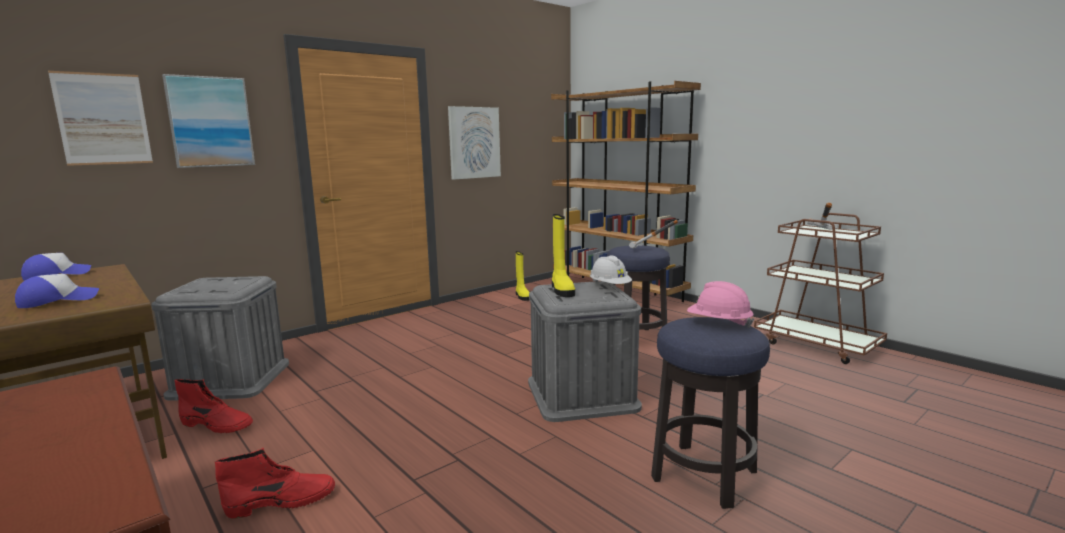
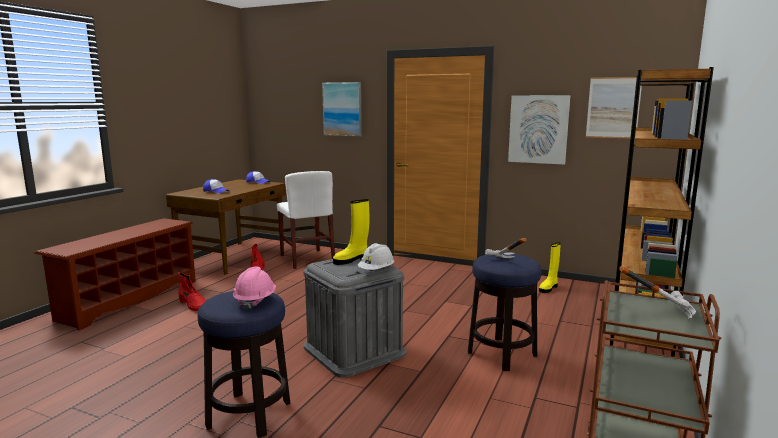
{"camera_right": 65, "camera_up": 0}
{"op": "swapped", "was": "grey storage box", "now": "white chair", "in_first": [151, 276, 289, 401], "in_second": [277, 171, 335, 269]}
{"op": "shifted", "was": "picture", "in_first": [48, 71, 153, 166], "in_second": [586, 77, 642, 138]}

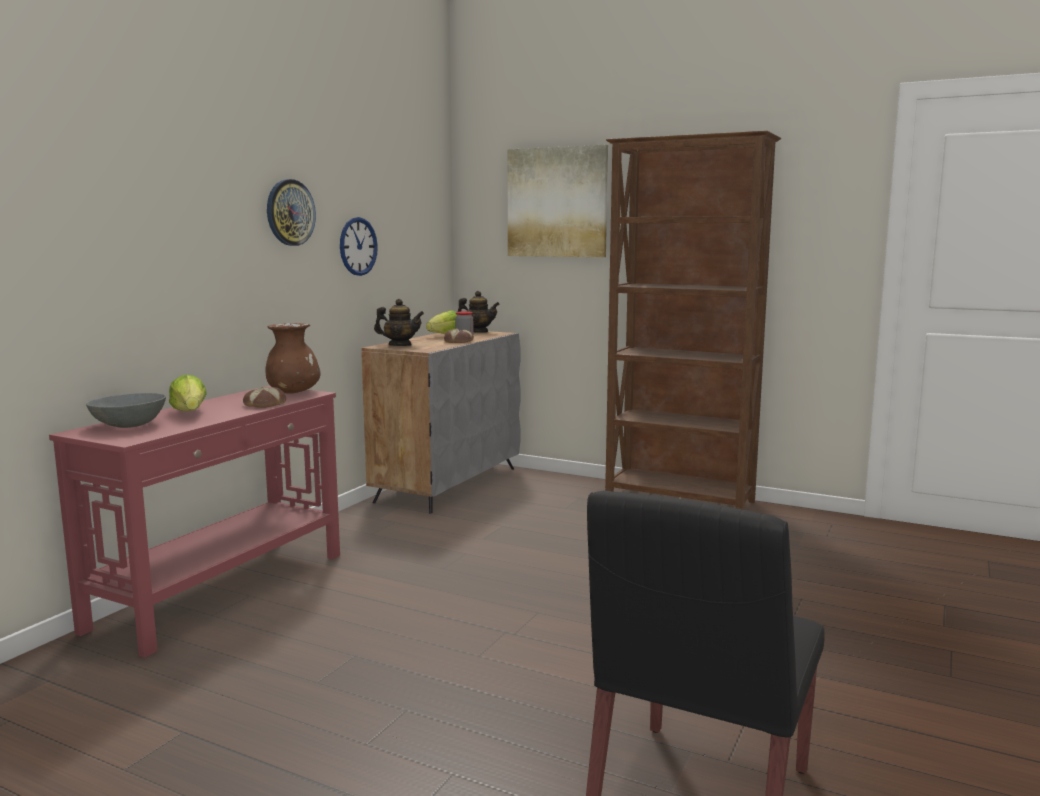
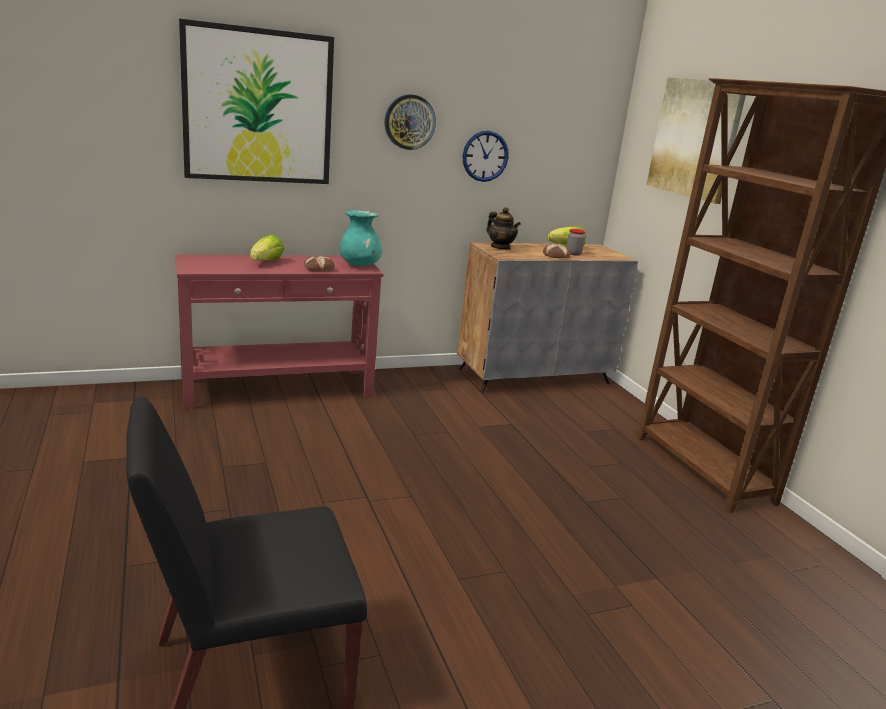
{"camera_right": 40, "camera_up": 10}
{"op": "new", "now": "picture", "in_second": [179, 19, 334, 184]}
{"op": "repainted", "was": "brown vase", "now": "turquoise vase", "in_first": [266, 323, 321, 394], "in_second": [339, 210, 382, 266]}
{"op": "gone", "was": "grey bowl", "in_first": [86, 393, 166, 428]}
{"op": "gone", "was": "teapot", "in_first": [458, 291, 500, 333]}

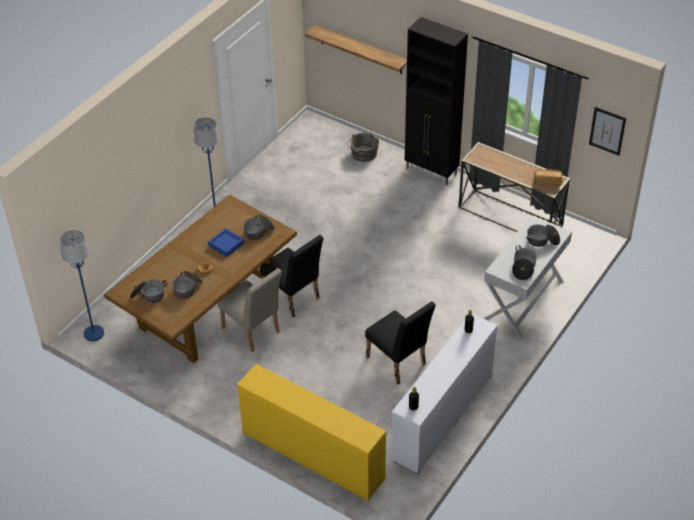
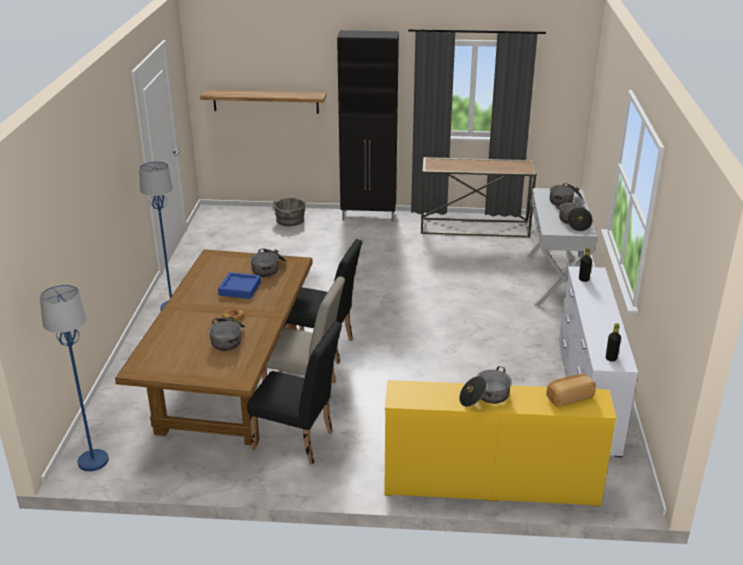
{"camera_right": -30, "camera_up": -15}
{"op": "shifted", "was": "black chair", "in_first": [365, 301, 436, 384], "in_second": [247, 321, 342, 464]}
{"op": "shifted", "was": "cooking pot", "in_first": [130, 280, 167, 303], "in_second": [459, 366, 512, 407]}
{"op": "shifted", "was": "bread", "in_first": [534, 169, 562, 186], "in_second": [547, 374, 596, 407]}
{"op": "gone", "was": "picture", "in_first": [589, 107, 626, 156]}

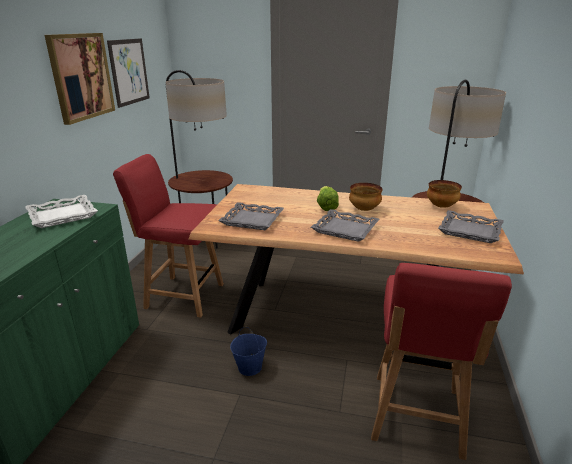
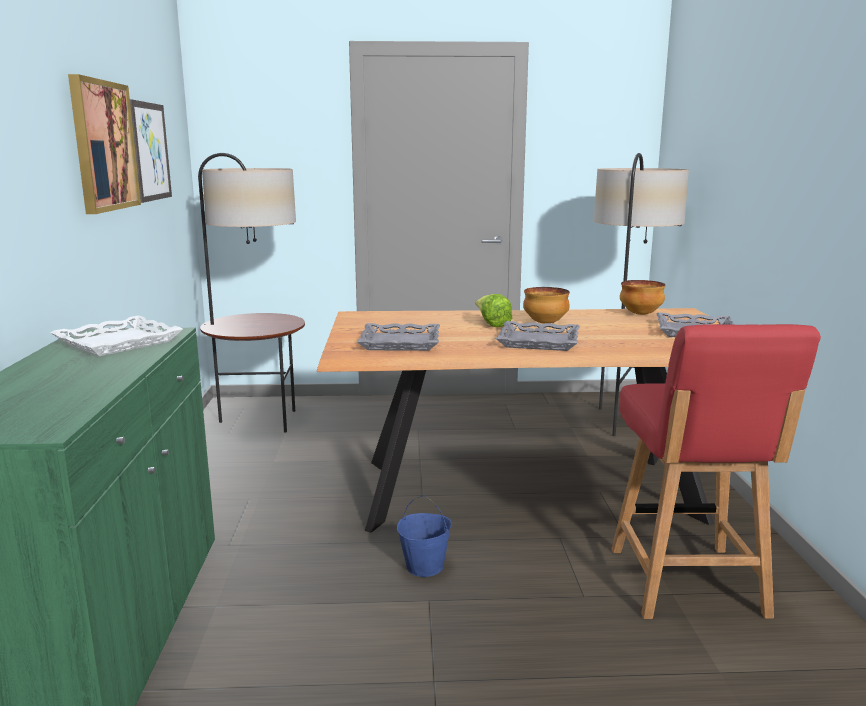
{"camera_right": -15, "camera_up": -10}
{"op": "gone", "was": "red chair", "in_first": [113, 154, 224, 318]}

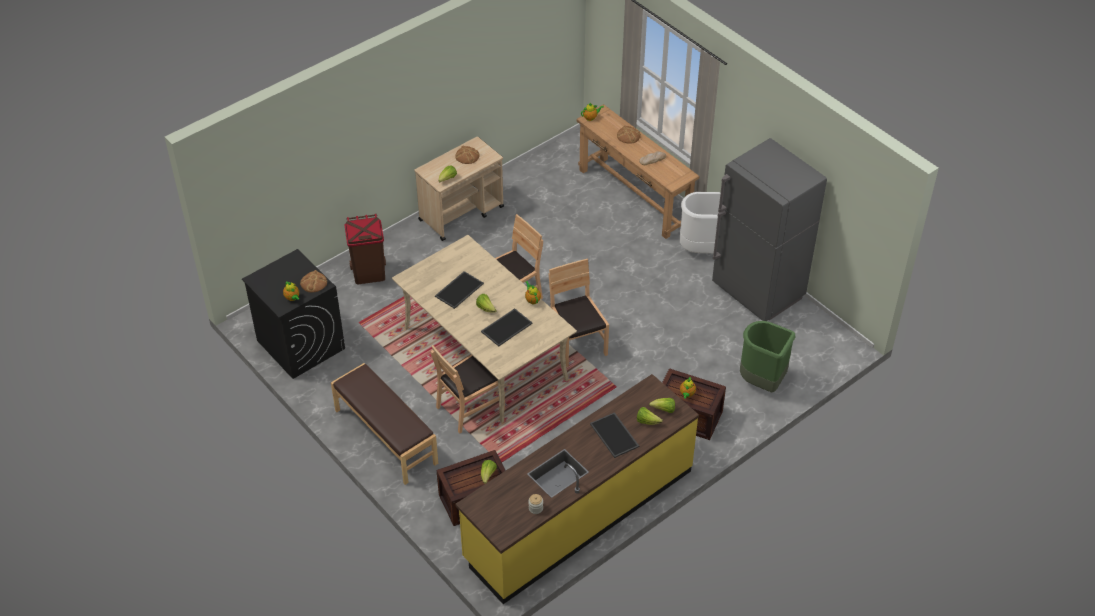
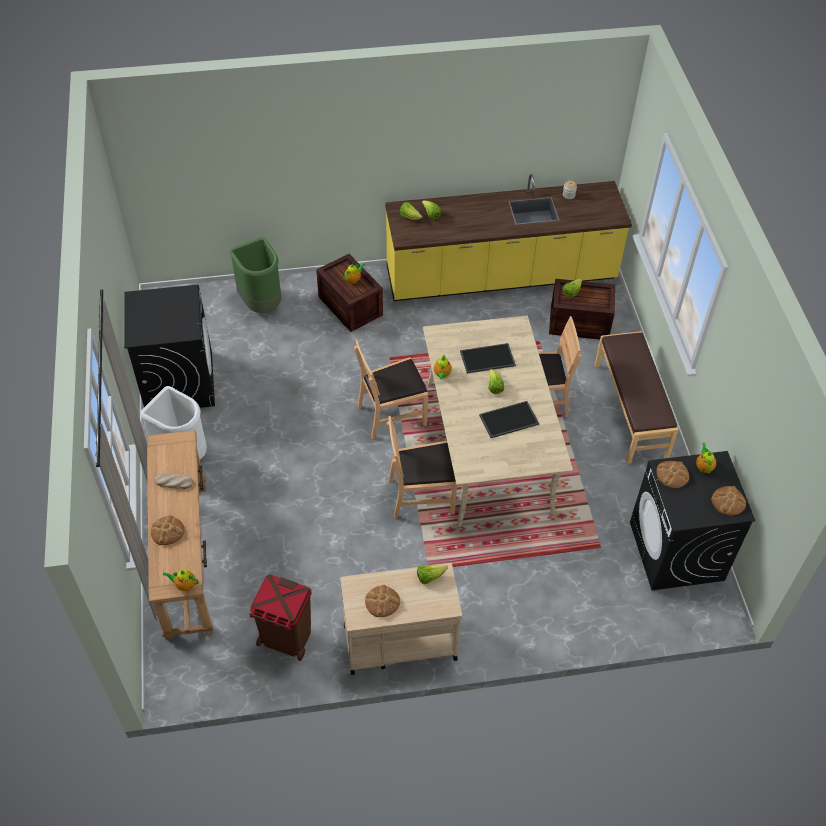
{"camera_right": -150, "camera_up": 5}
{"op": "swapped", "was": "grey fridge", "now": "black washing machine", "in_first": [712, 138, 827, 321], "in_second": [124, 285, 215, 408]}
{"op": "shifted", "was": "brown trash can", "in_first": [344, 214, 386, 284], "in_second": [249, 575, 312, 661]}
{"op": "rotated", "was": "brown chair", "in_first": [549, 259, 609, 367], "in_second": [354, 340, 428, 440], "clockwise": 60}
{"op": "new", "now": "bread", "in_second": [711, 486, 746, 515]}
{"op": "gone", "was": "tray", "in_first": [590, 412, 639, 458]}

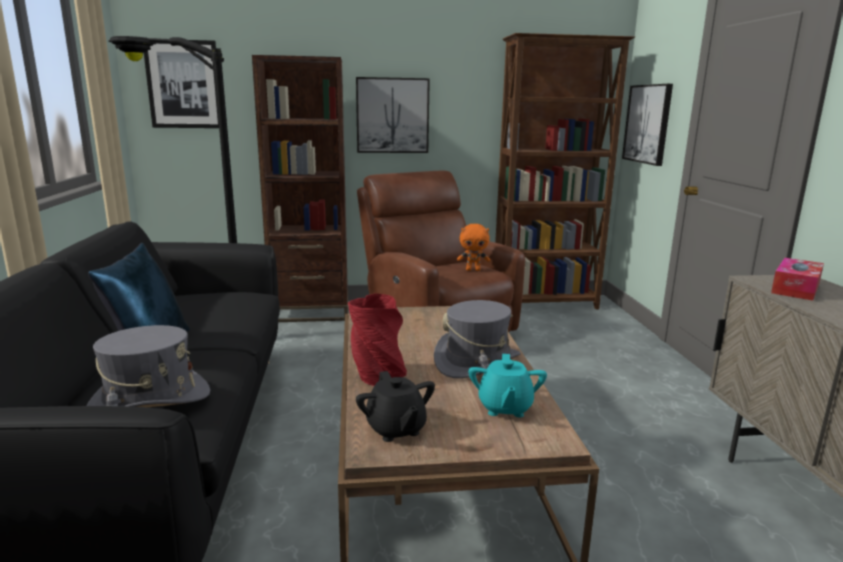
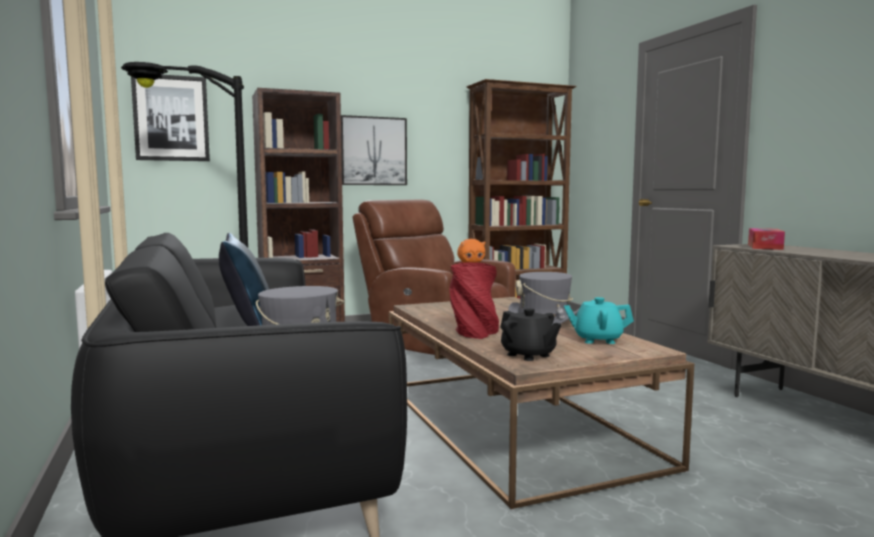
{"camera_right": -15, "camera_up": -10}
{"op": "rotated", "was": "turquoise teapot", "in_first": [468, 354, 547, 418], "in_second": [564, 297, 634, 344], "clockwise": 105}
{"op": "gone", "was": "picture", "in_first": [622, 84, 673, 166]}

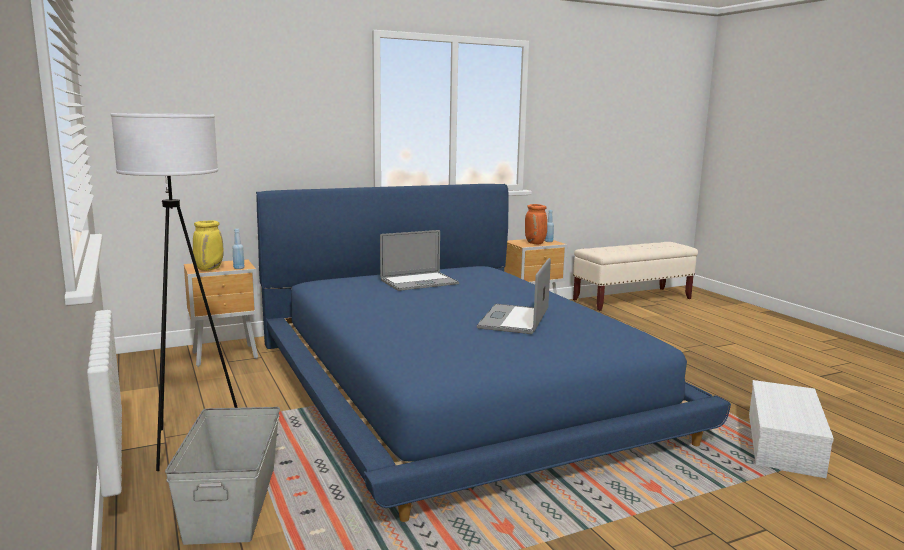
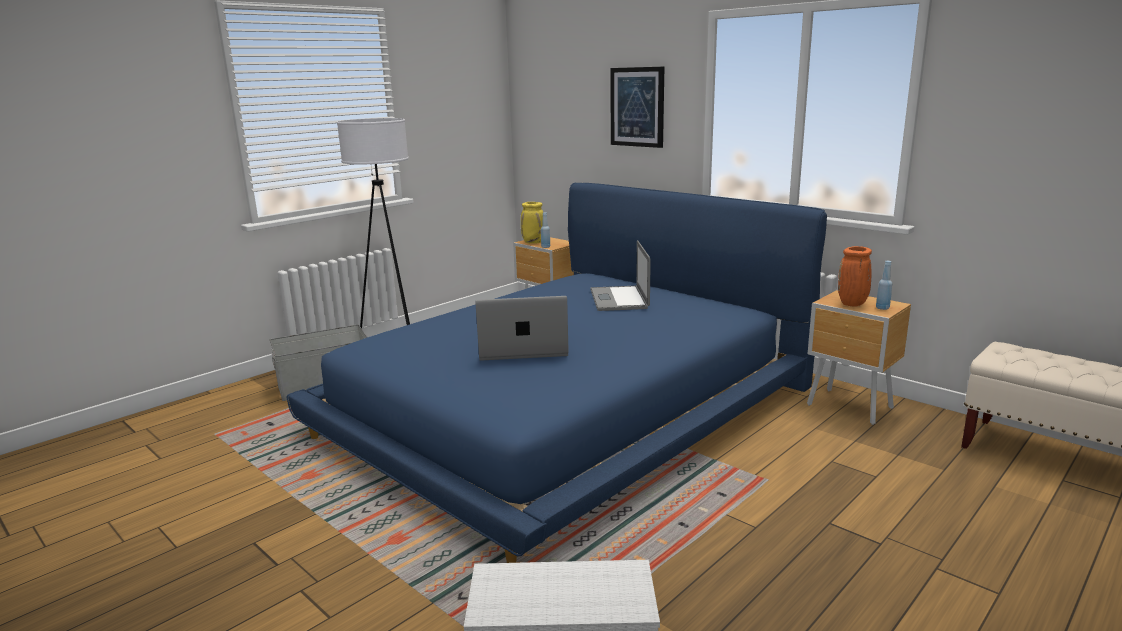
{"camera_right": 70, "camera_up": 5}
{"op": "rotated", "was": "laptop", "in_first": [380, 230, 459, 291], "in_second": [590, 240, 651, 311], "clockwise": 45}
{"op": "new", "now": "picture", "in_second": [610, 67, 664, 148]}

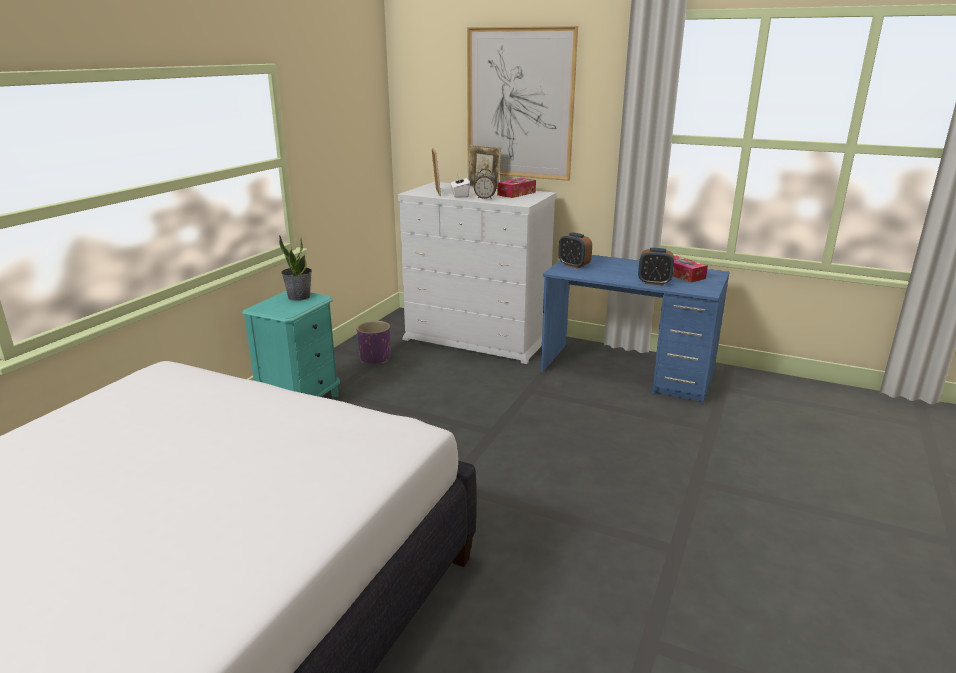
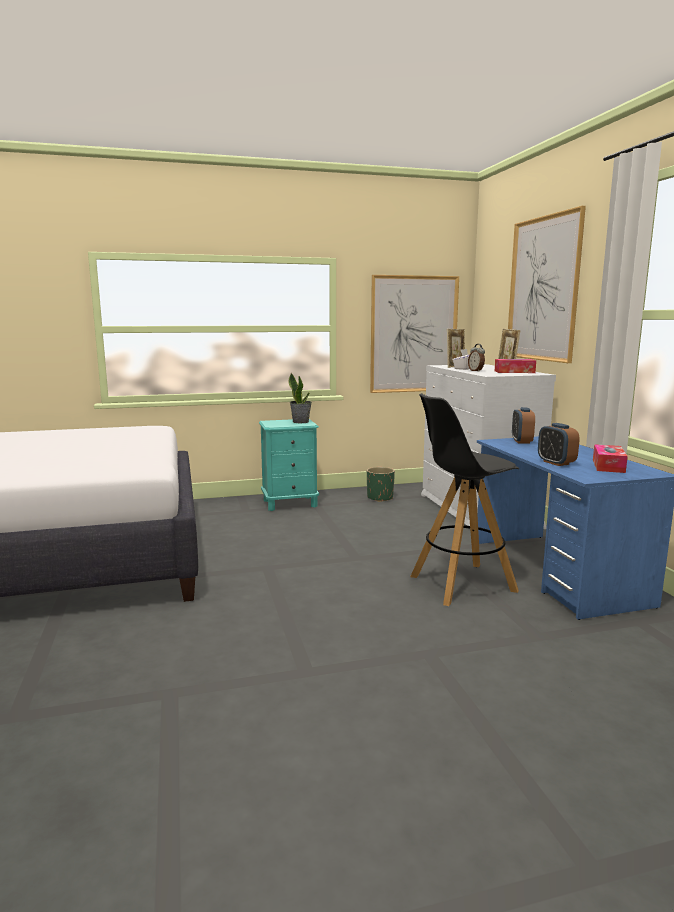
{"camera_right": 50, "camera_up": -10}
{"op": "repainted", "was": "purple planter", "now": "green planter", "in_first": [356, 321, 391, 364], "in_second": [367, 467, 395, 502]}
{"op": "new", "now": "picture", "in_second": [370, 275, 459, 393]}
{"op": "new", "now": "black stool", "in_second": [410, 393, 519, 606]}

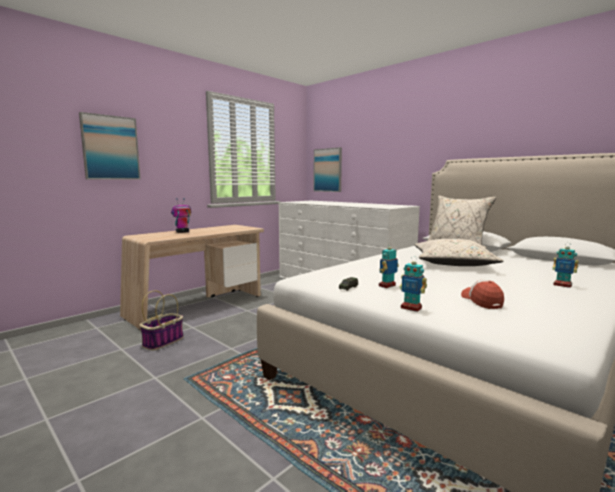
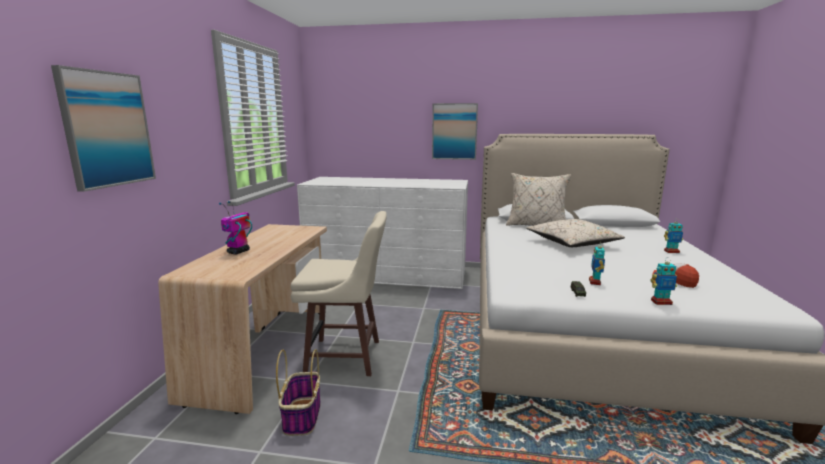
{"camera_right": -35, "camera_up": 5}
{"op": "new", "now": "beige stool", "in_second": [291, 211, 387, 376]}
{"op": "shifted", "was": "picture", "in_first": [314, 147, 342, 192], "in_second": [432, 103, 478, 160]}

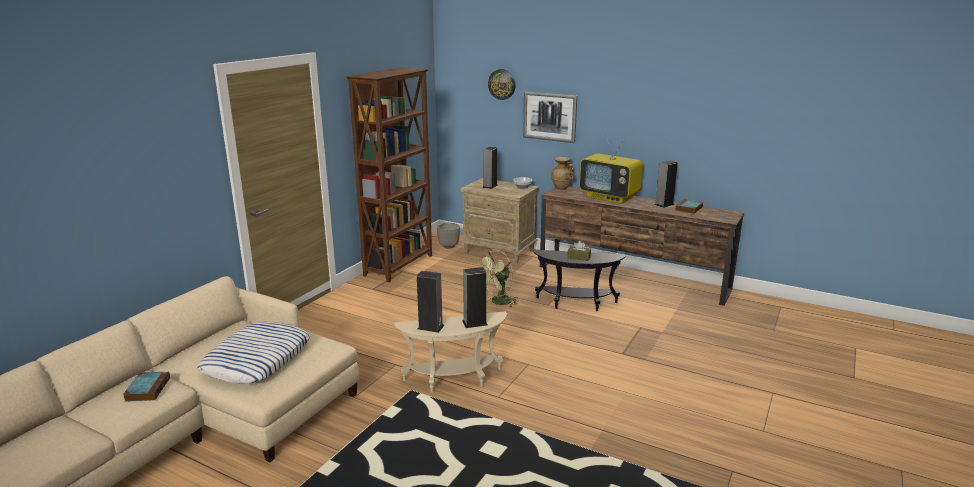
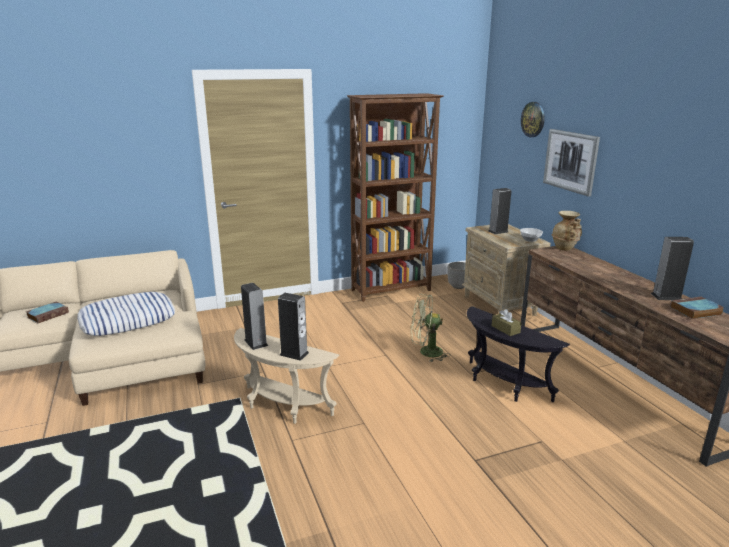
{"camera_right": 40, "camera_up": 0}
{"op": "gone", "was": "television", "in_first": [580, 134, 643, 204]}

